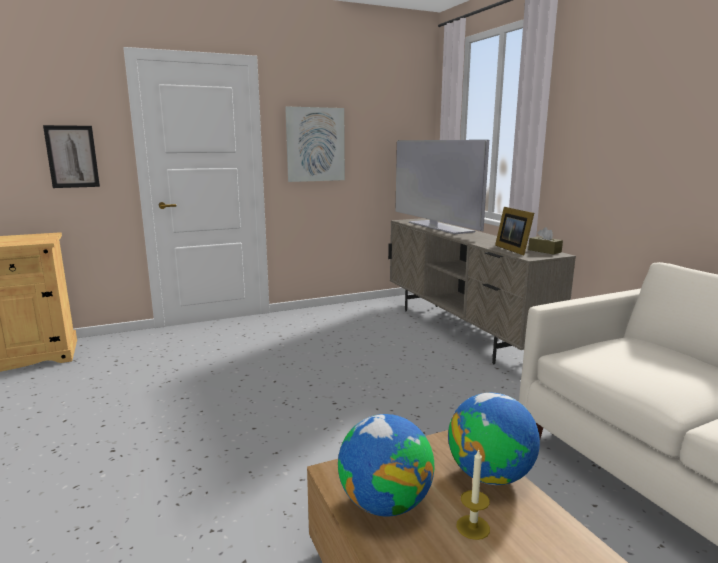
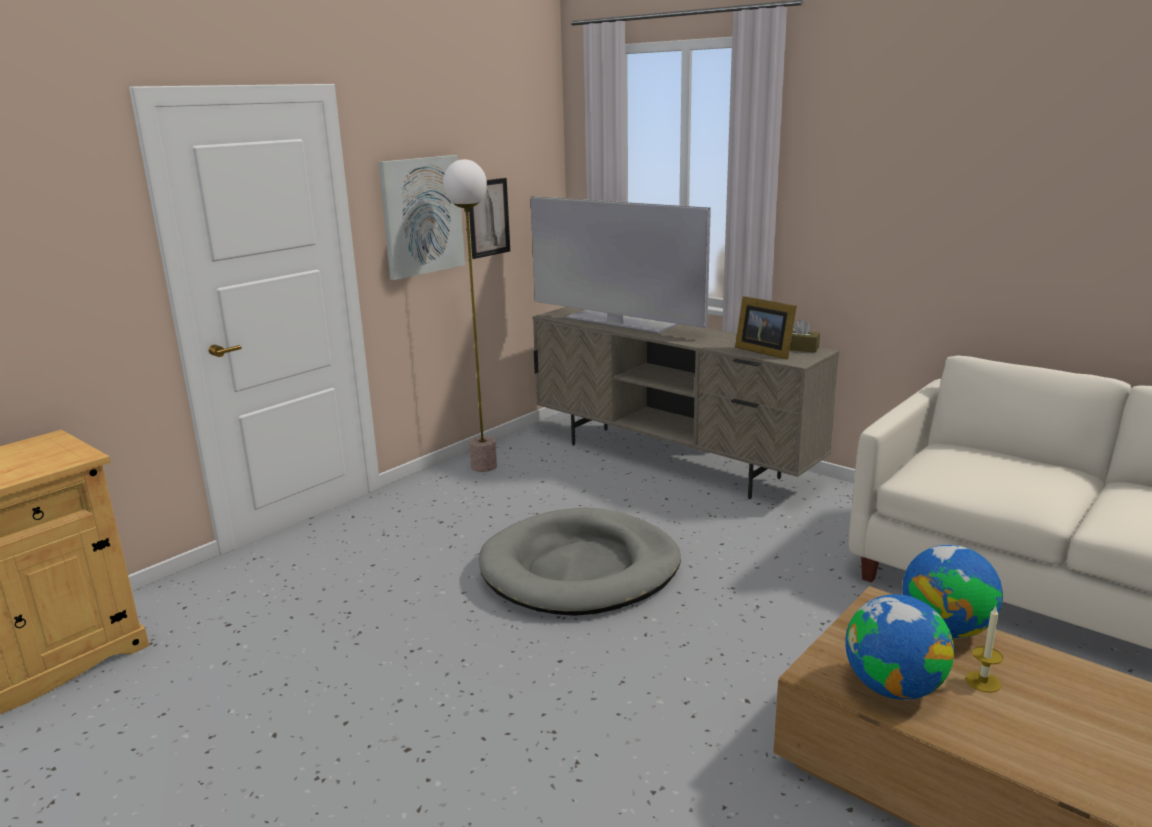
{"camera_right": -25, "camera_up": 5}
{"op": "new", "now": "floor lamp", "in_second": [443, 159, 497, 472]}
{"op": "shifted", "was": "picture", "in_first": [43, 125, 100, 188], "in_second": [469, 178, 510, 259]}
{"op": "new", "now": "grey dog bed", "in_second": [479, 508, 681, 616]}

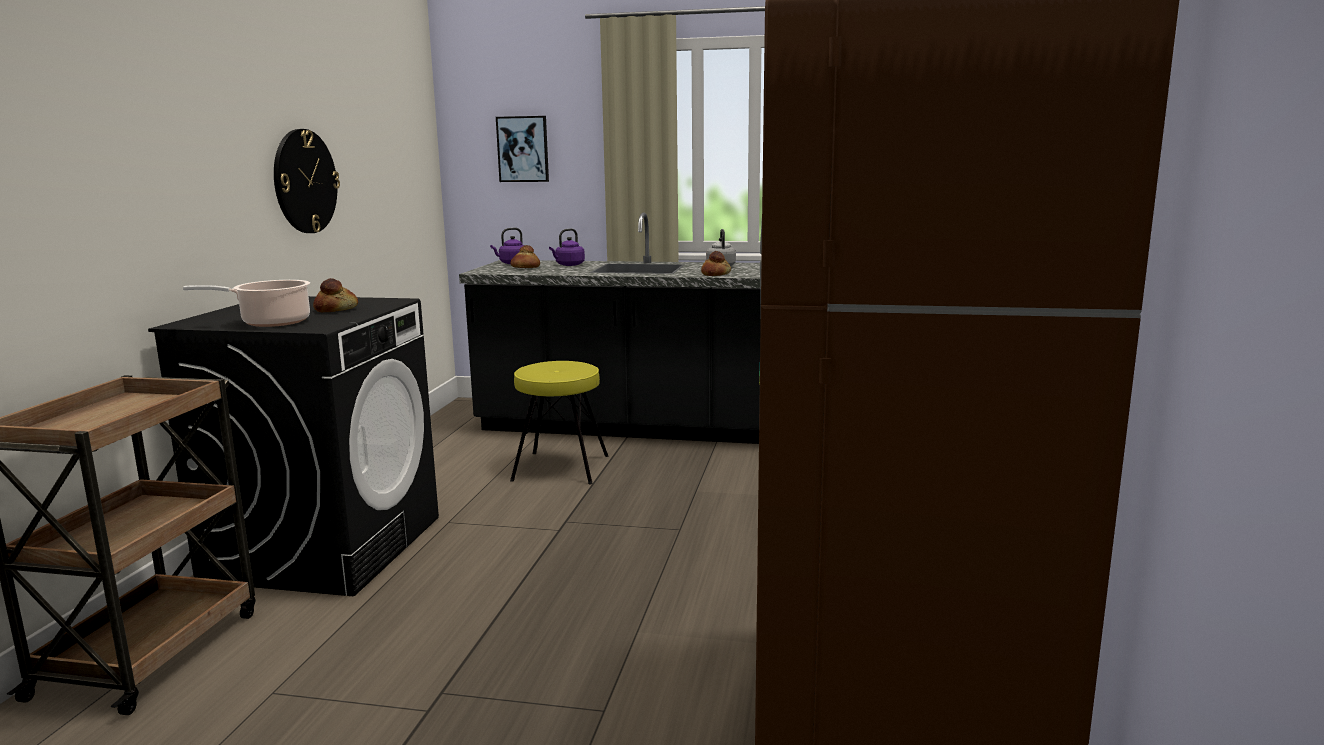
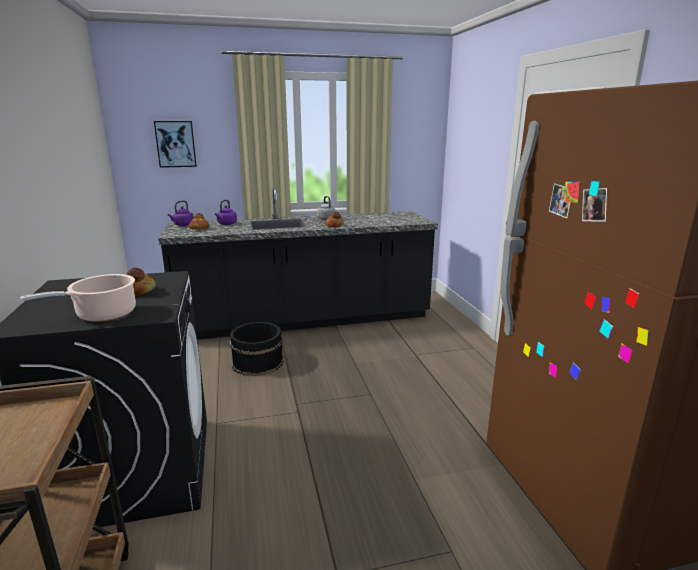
{"camera_right": -25, "camera_up": 5}
{"op": "swapped", "was": "yellow stool", "now": "black bucket", "in_first": [510, 361, 608, 485], "in_second": [229, 322, 284, 376]}
{"op": "gone", "was": "wall clock", "in_first": [274, 129, 340, 233]}

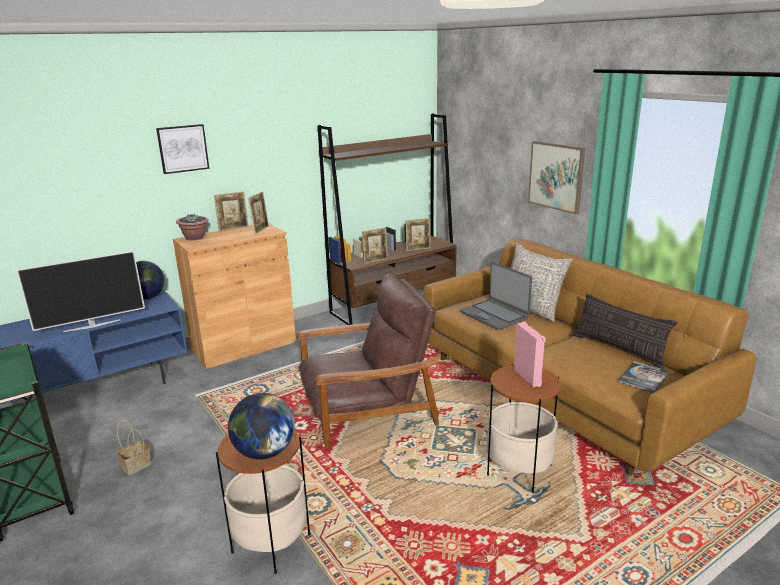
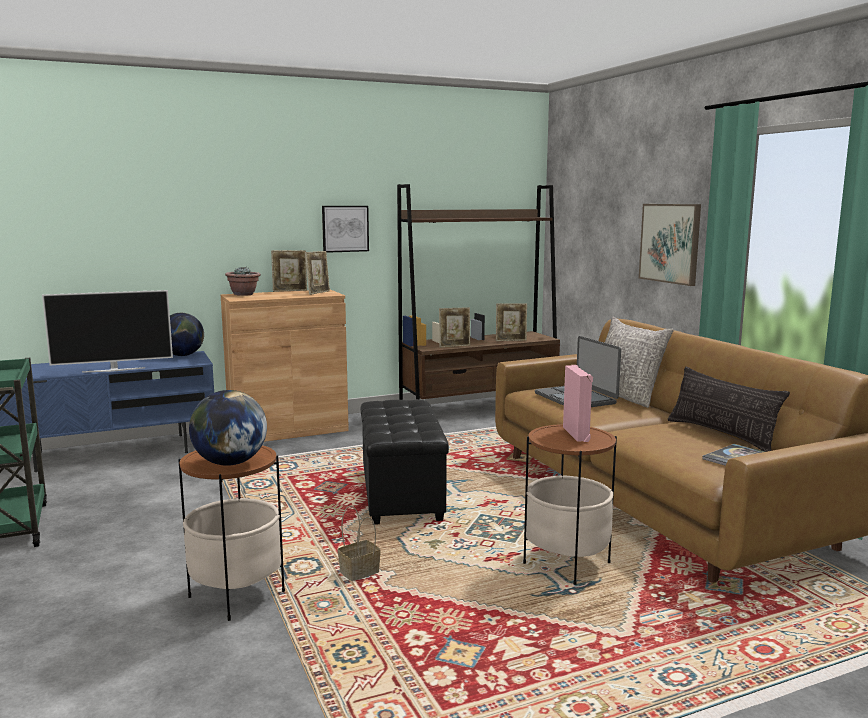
{"camera_right": 10, "camera_up": -10}
{"op": "shifted", "was": "picture", "in_first": [156, 124, 209, 174], "in_second": [322, 206, 369, 253]}
{"op": "shifted", "was": "basket", "in_first": [117, 420, 152, 475], "in_second": [338, 506, 381, 581]}
{"op": "swapped", "was": "brown armchair", "now": "black ottoman", "in_first": [296, 274, 439, 449], "in_second": [360, 399, 449, 525]}

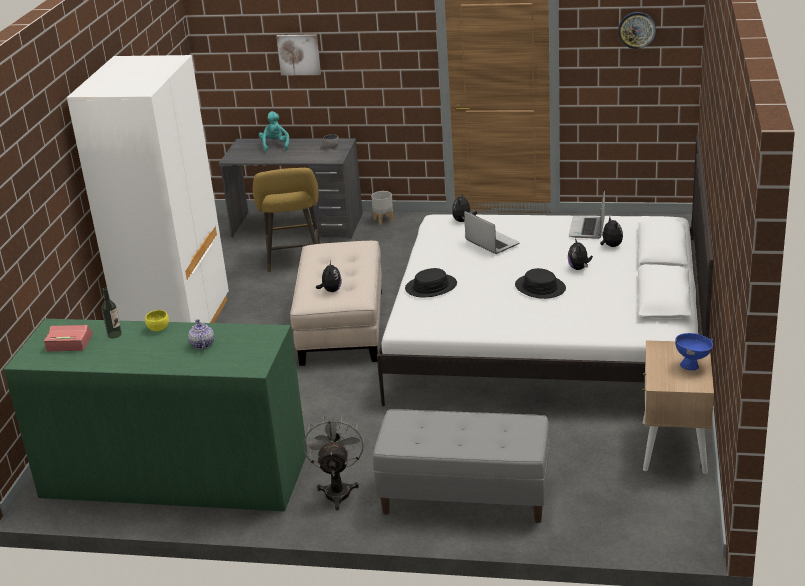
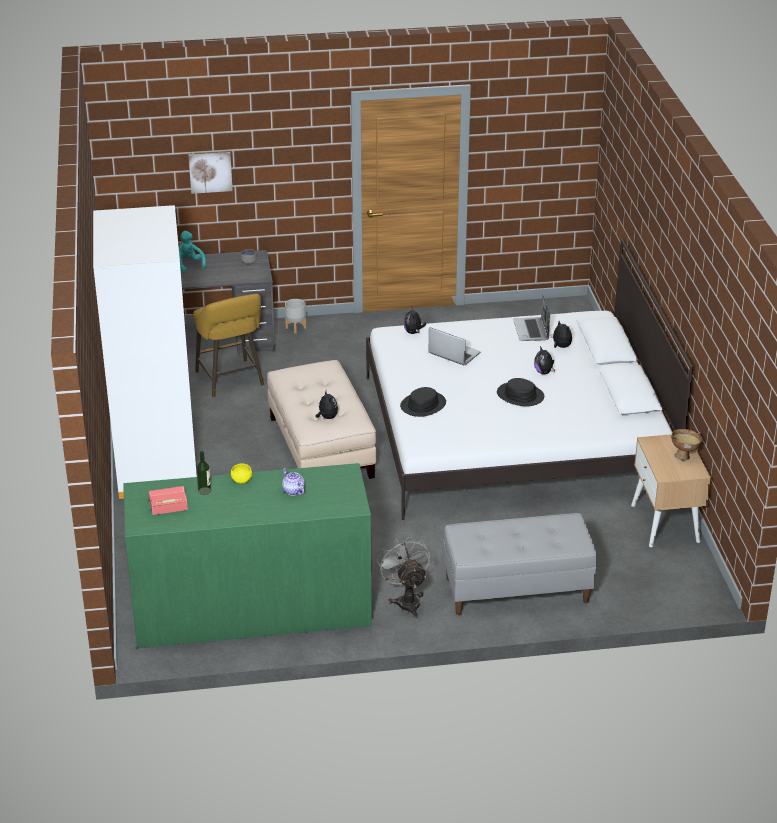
{"camera_right": -20, "camera_up": 5}
{"op": "repainted", "was": "blue bowl", "now": "brown bowl", "in_first": [675, 333, 713, 371], "in_second": [671, 429, 702, 460]}
{"op": "gone", "was": "wall clock", "in_first": [618, 12, 656, 49]}

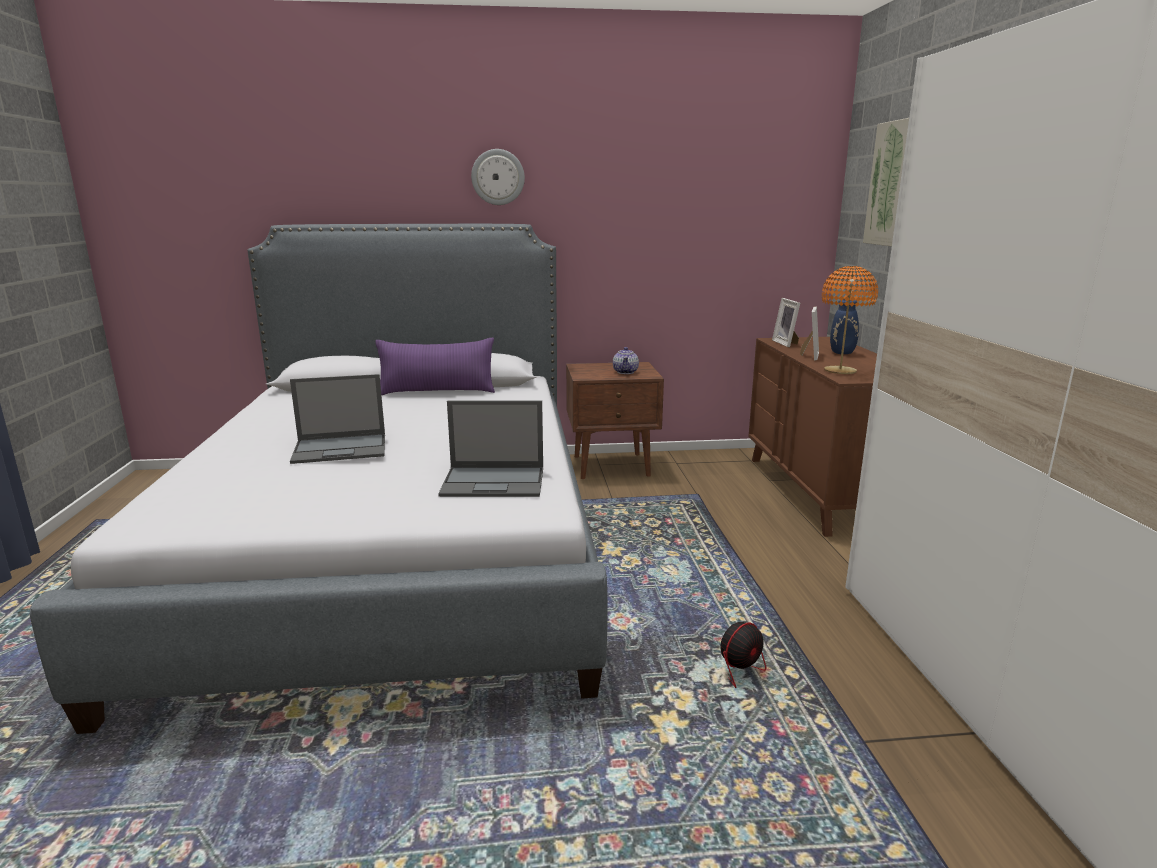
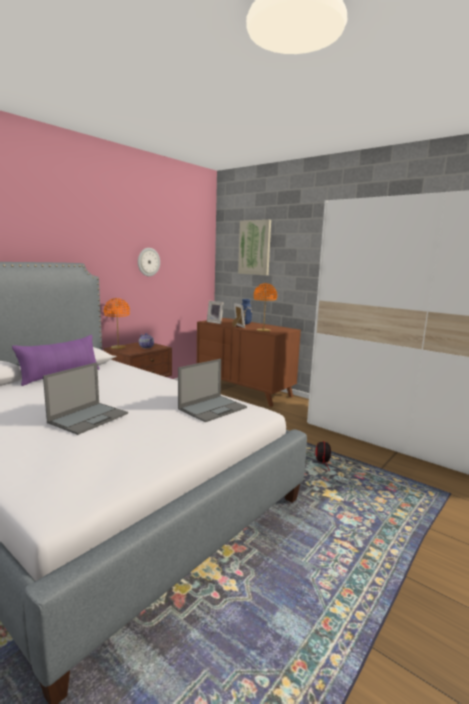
{"camera_right": -45, "camera_up": -5}
{"op": "new", "now": "orange table lamp", "in_second": [104, 298, 130, 349]}
{"op": "shifted", "was": "wall clock", "in_first": [471, 149, 525, 205], "in_second": [138, 248, 160, 276]}

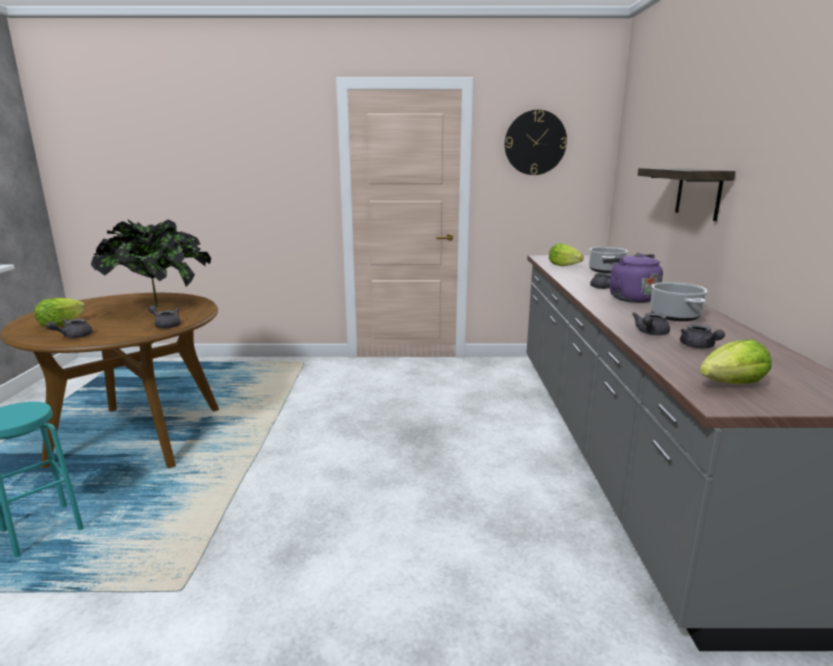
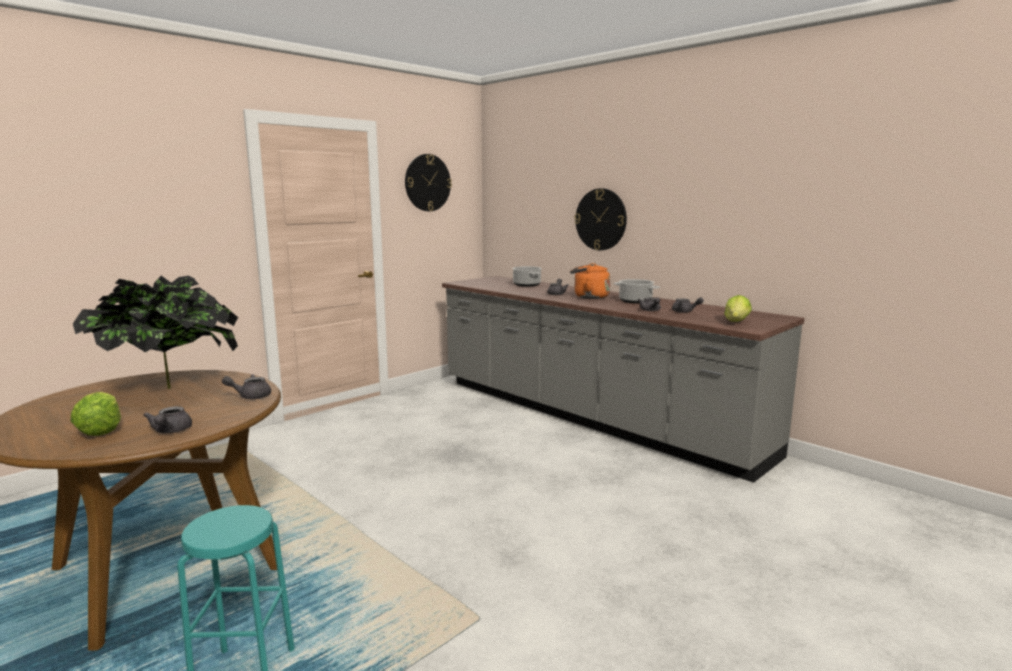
{"camera_right": -45, "camera_up": -5}
{"op": "repainted", "was": "purple kettle", "now": "orange kettle", "in_first": [603, 253, 663, 303], "in_second": [570, 263, 610, 299]}
{"op": "swapped", "was": "shelf", "now": "wall clock", "in_first": [638, 168, 736, 221], "in_second": [575, 188, 627, 250]}
{"op": "gone", "was": "lettuce", "in_first": [549, 243, 584, 266]}

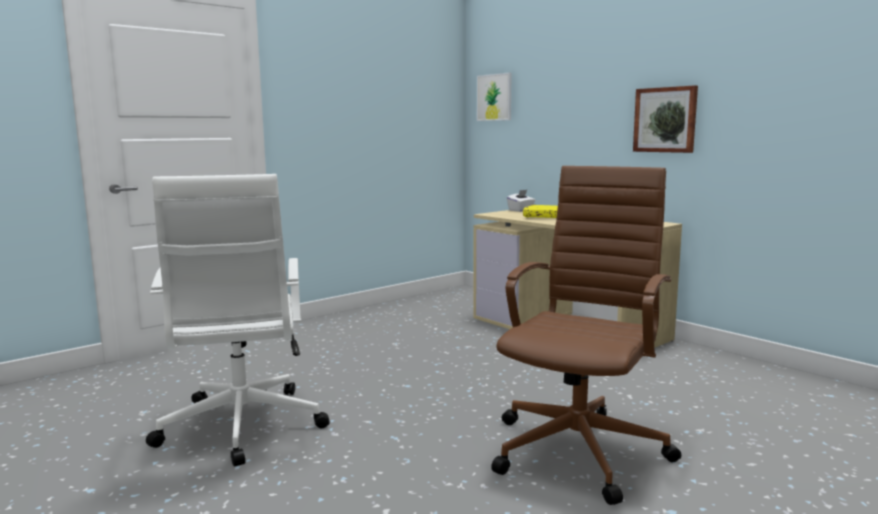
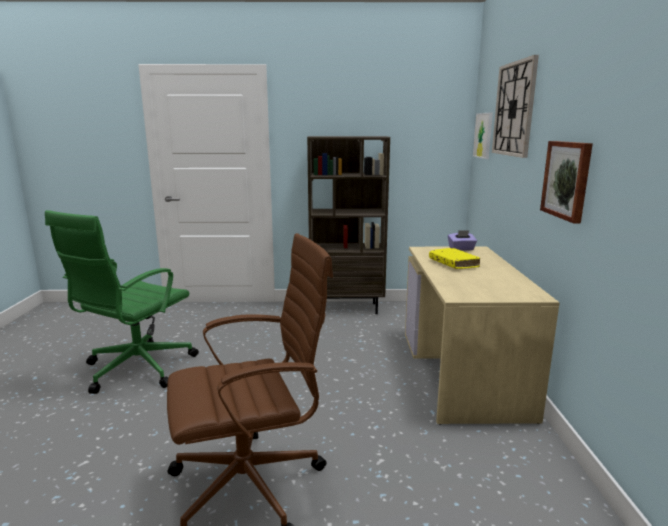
{"camera_right": 40, "camera_up": 5}
{"op": "repainted", "was": "white office chair", "now": "green office chair", "in_first": [146, 174, 330, 467], "in_second": [45, 210, 199, 394]}
{"op": "new", "now": "brown bookcase", "in_second": [307, 136, 390, 314]}
{"op": "repainted", "was": "white tissue box", "now": "purple tissue box", "in_first": [507, 189, 535, 212], "in_second": [448, 230, 477, 251]}
{"op": "new", "now": "wall clock", "in_second": [492, 55, 539, 158]}

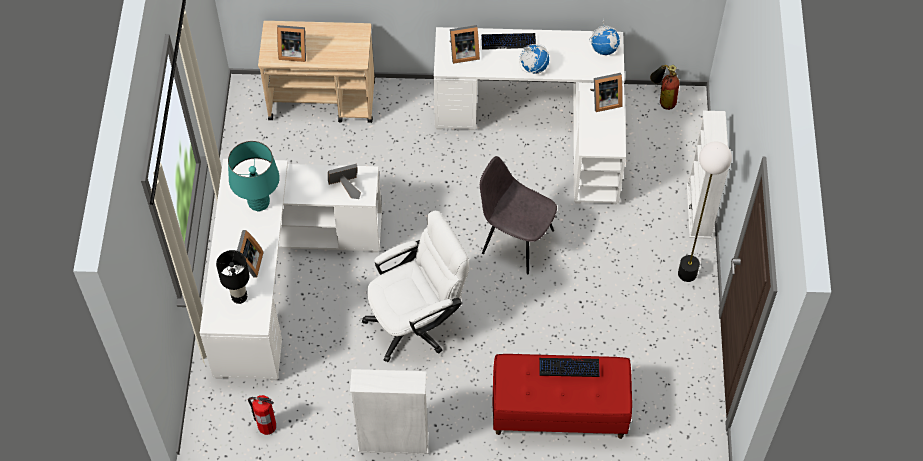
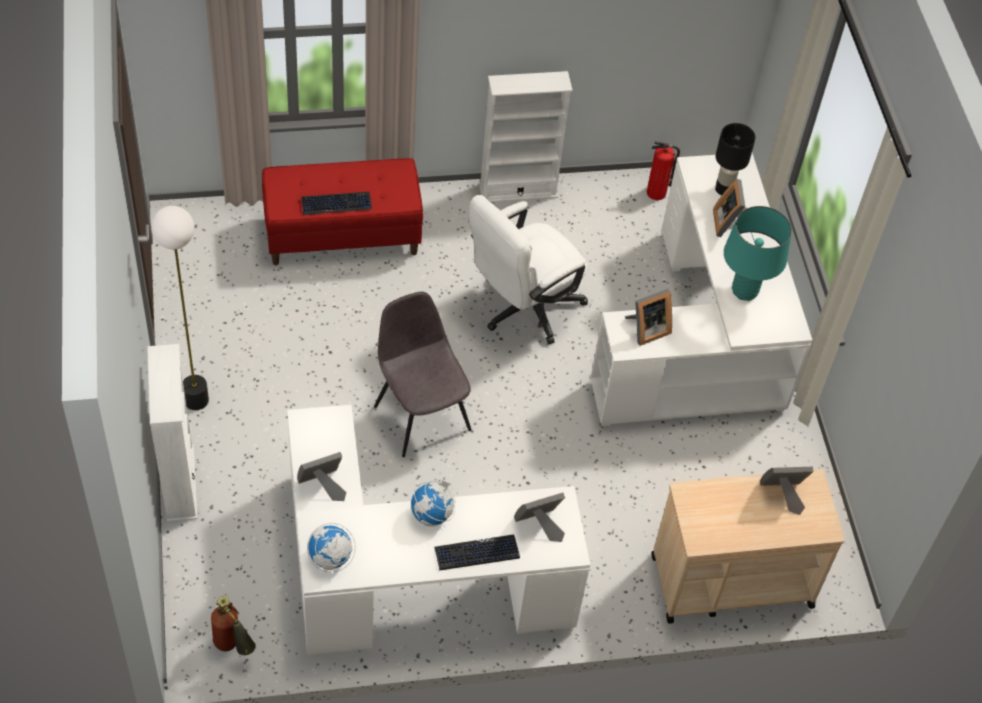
{"camera_right": 165, "camera_up": -5}
{"op": "rotated", "was": "grey chair", "in_first": [480, 156, 557, 274], "in_second": [374, 292, 472, 457], "clockwise": -135}

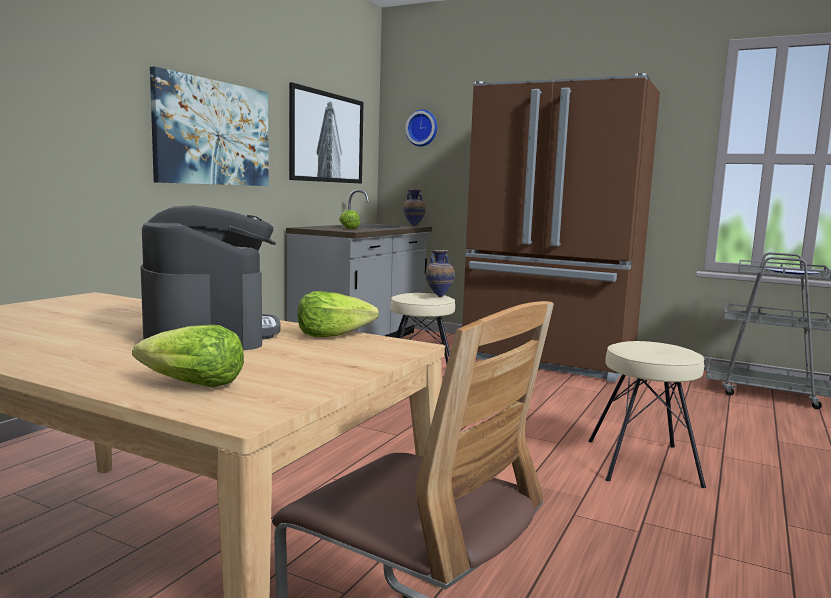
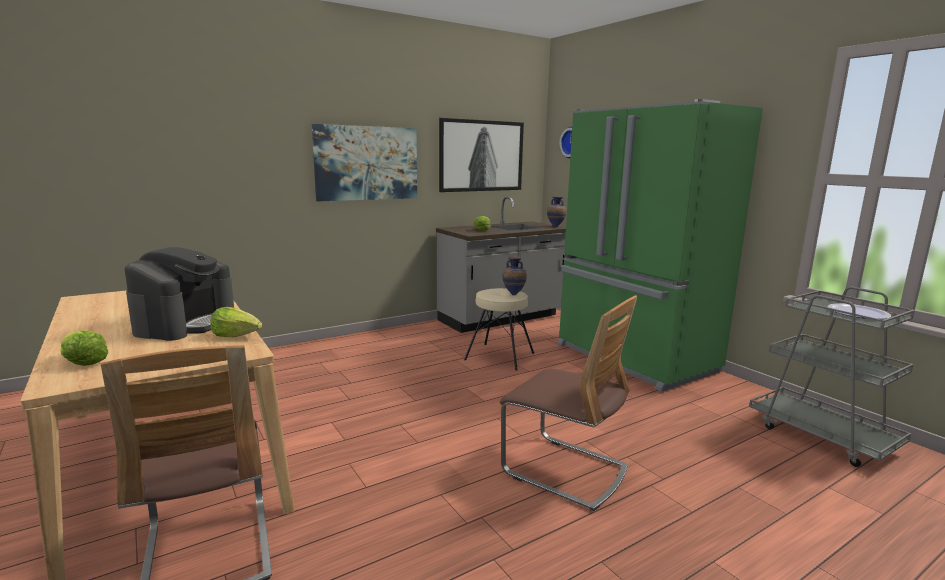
{"camera_right": 30, "camera_up": 5}
{"op": "swapped", "was": "beige stool", "now": "chair", "in_first": [588, 341, 706, 488], "in_second": [500, 295, 638, 511]}
{"op": "repainted", "was": "brown fridge", "now": "green fridge", "in_first": [462, 73, 660, 382], "in_second": [557, 99, 763, 392]}

